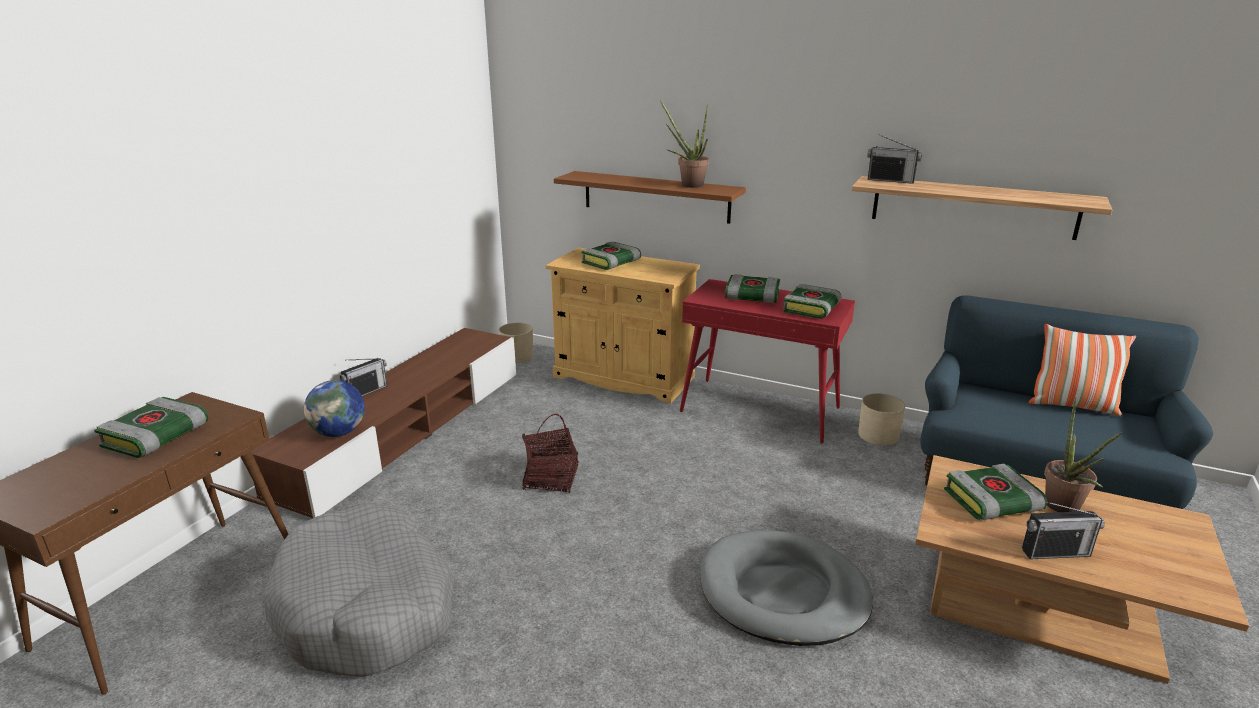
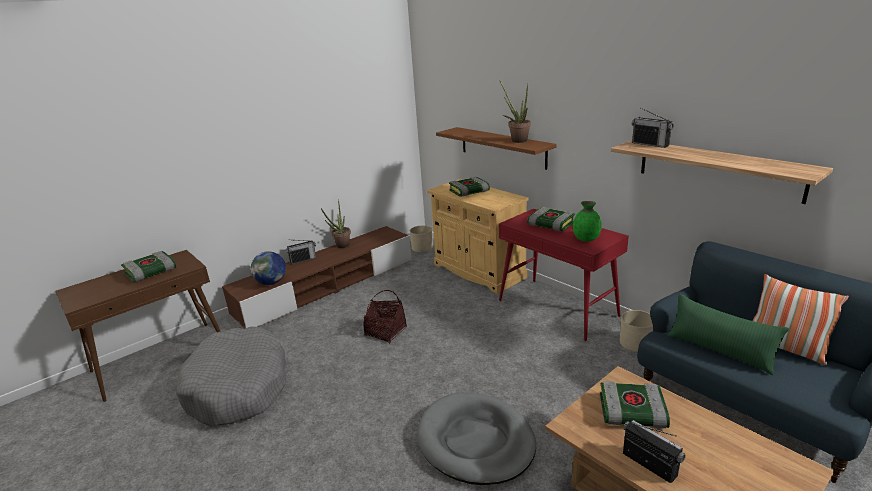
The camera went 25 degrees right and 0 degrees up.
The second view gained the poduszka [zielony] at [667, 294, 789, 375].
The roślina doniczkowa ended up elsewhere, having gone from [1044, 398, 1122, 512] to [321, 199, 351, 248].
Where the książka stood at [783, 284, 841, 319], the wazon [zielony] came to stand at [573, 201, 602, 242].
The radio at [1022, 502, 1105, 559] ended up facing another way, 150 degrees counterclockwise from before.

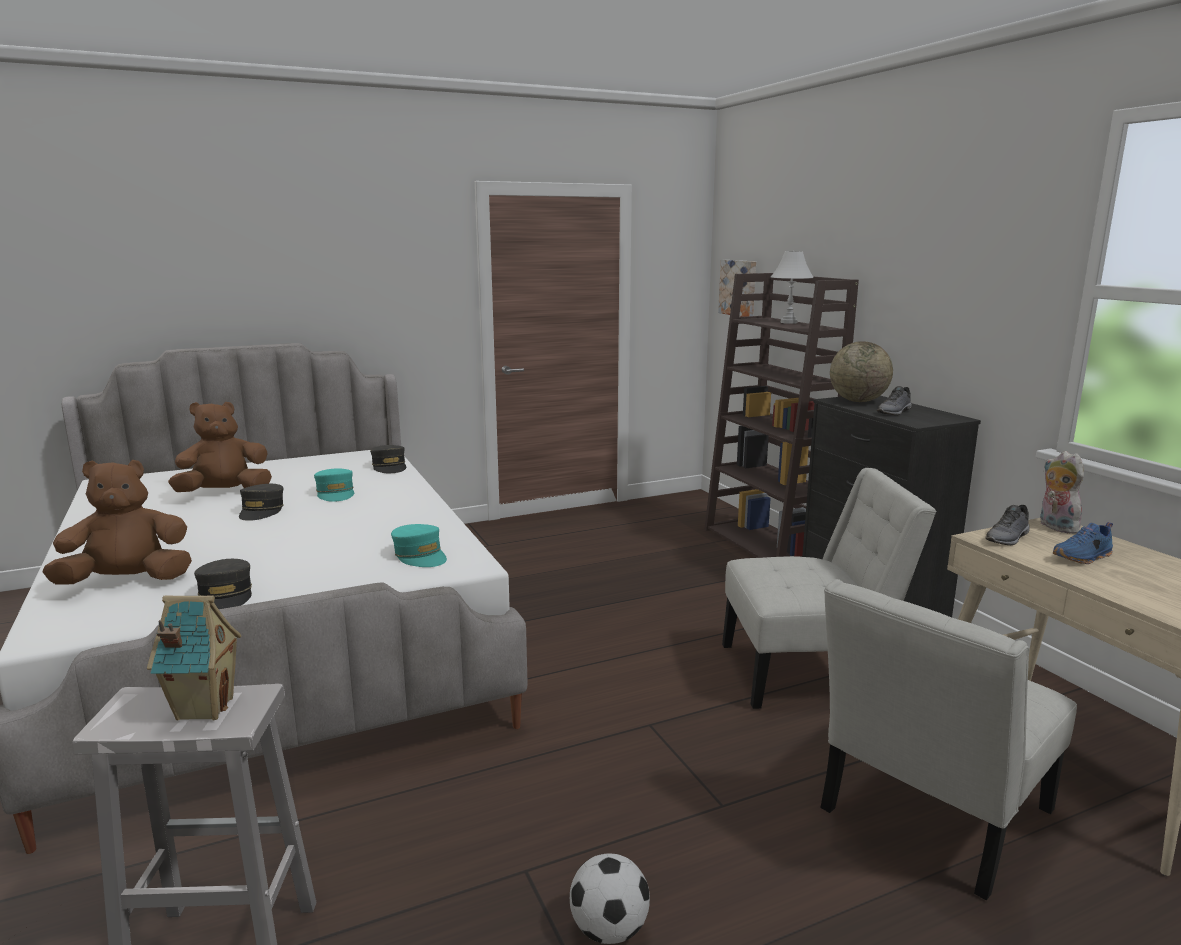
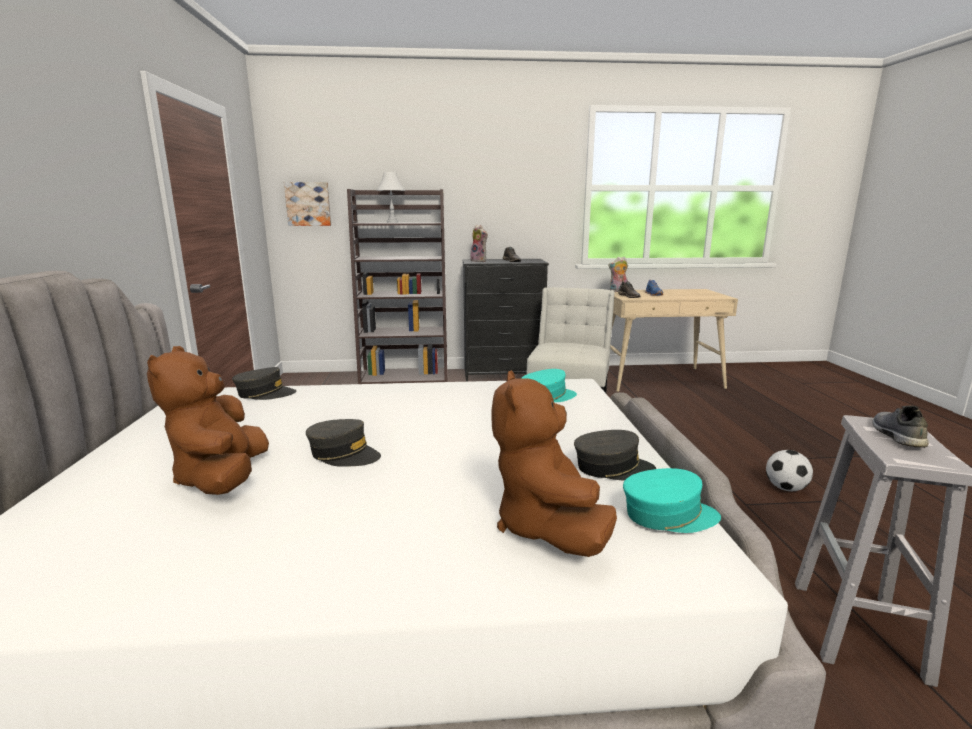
The camera went 70 degrees left and 0 degrees up.
The second view lost the krzesło [biały] at [820, 579, 1077, 901].
The czapka z daszkiem [turkusowy] ended up elsewhere, having gone from [314, 468, 354, 502] to [623, 468, 721, 533].
Where the domek stood at [147, 595, 241, 721], the but [szary] came to stand at [872, 405, 929, 448].
Where the globus stood at [830, 341, 893, 402], the pluszak came to stand at [470, 225, 488, 262].

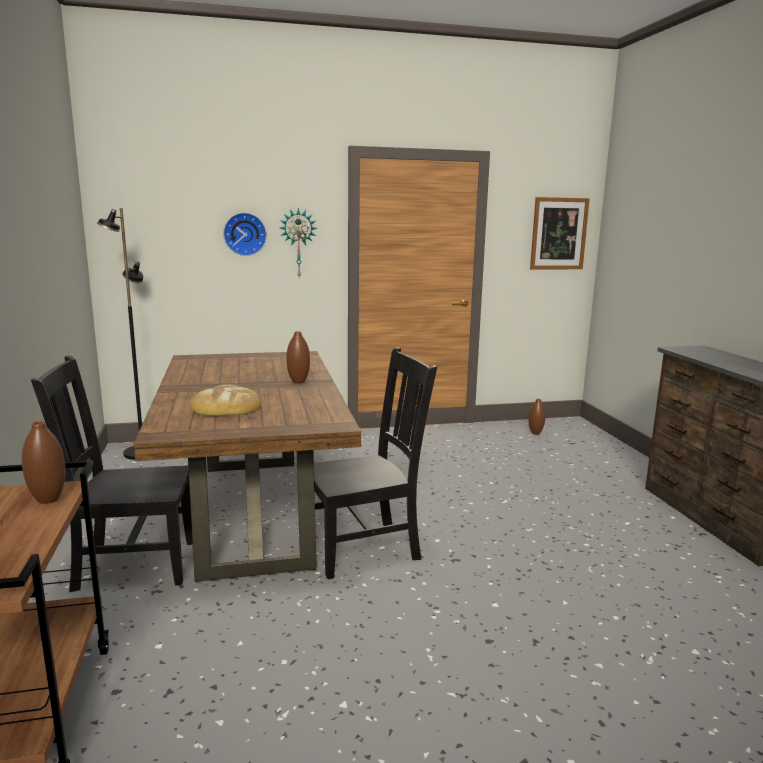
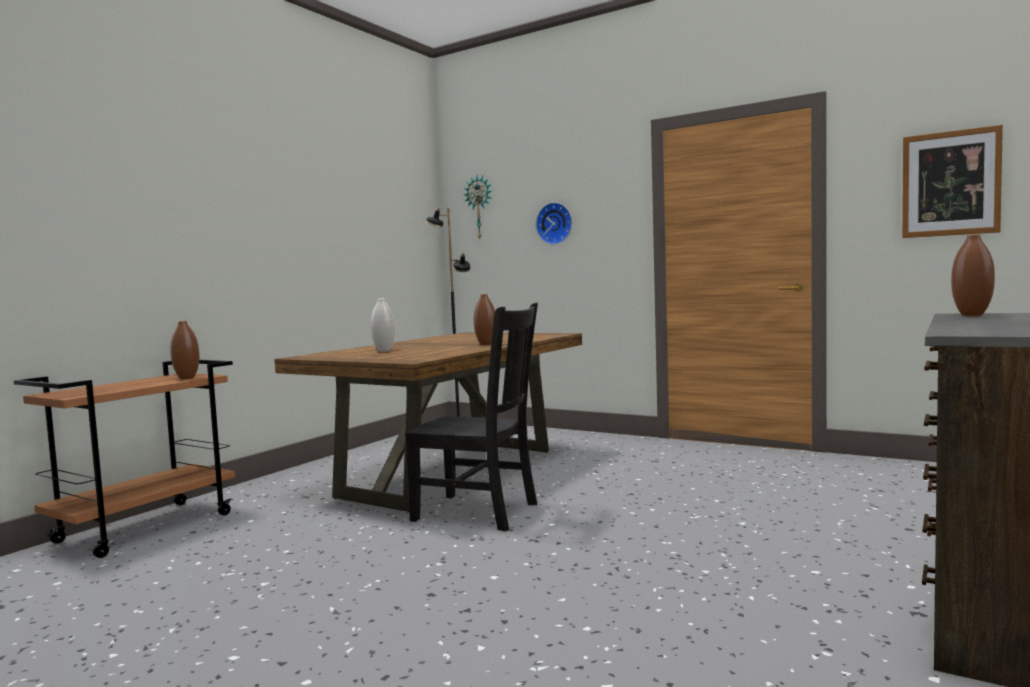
The camera went 45 degrees right and 10 degrees down.
The second view lost the krzesło [czarny] at [31, 355, 193, 592].
The zegar ścienny ended up elsewhere, having gone from [280, 208, 318, 279] to [464, 175, 492, 239].
The wazon [brązowy] ended up elsewhere, having gone from [529, 399, 546, 435] to [951, 234, 995, 316].
Where the chleb stood at [190, 384, 262, 416], the wazon [biały] came to stand at [371, 298, 395, 352].

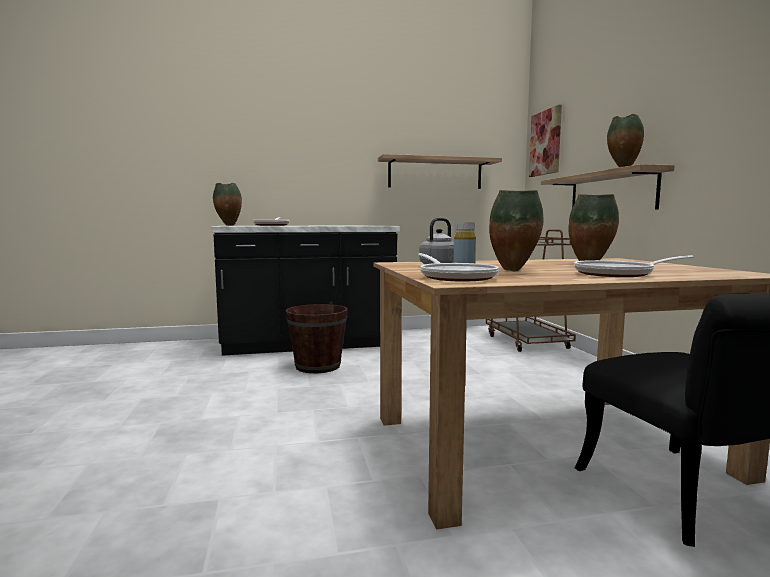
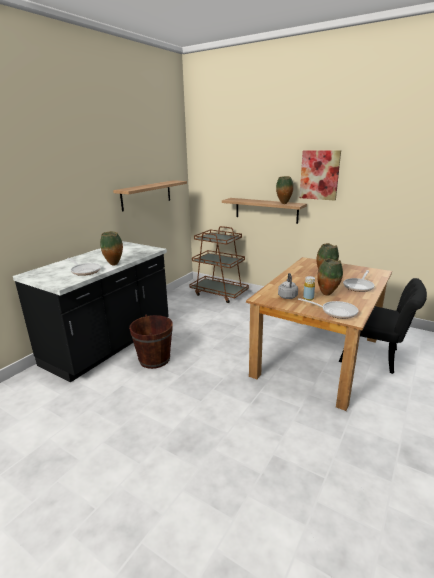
The camera went 45 degrees left and 15 degrees up.
The wazon ended up elsewhere, having gone from [213, 183, 242, 226] to [100, 231, 123, 266].
The obraz ended up elsewhere, having gone from [529, 105, 562, 177] to [299, 150, 341, 201].

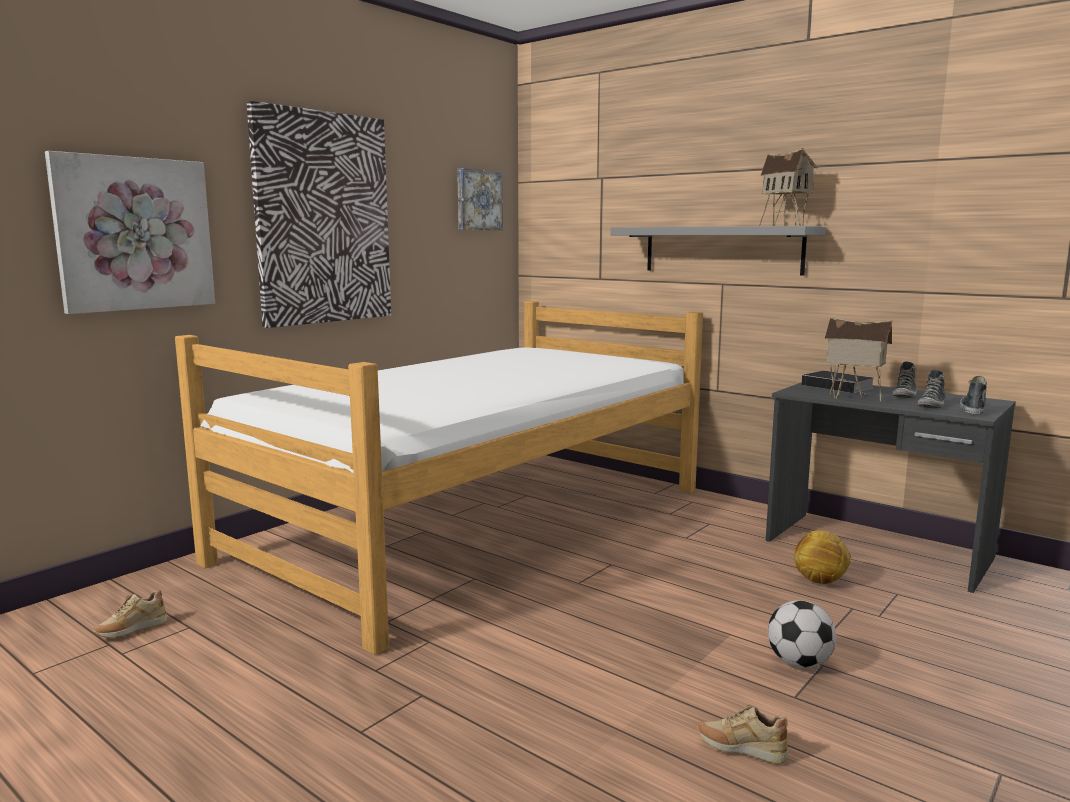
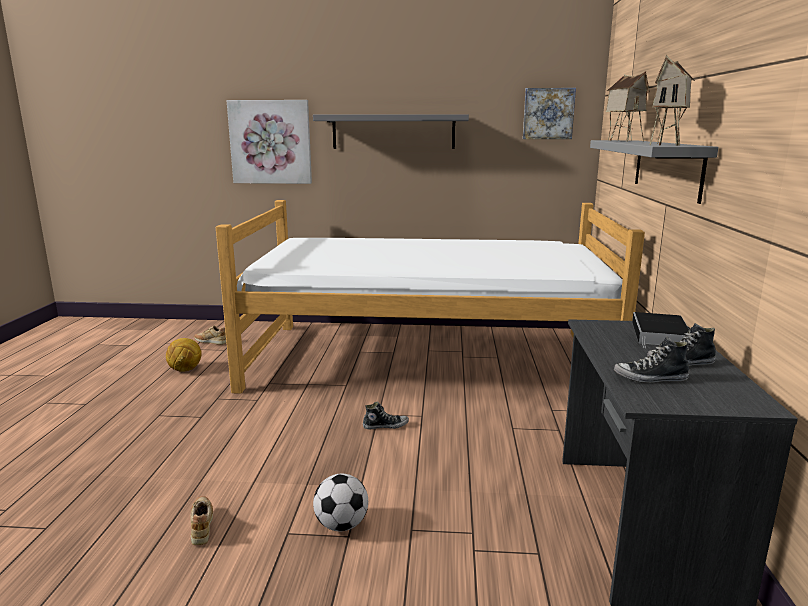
The camera went 55 degrees right and 5 degrees up.
The piłka futbolowa ended up elsewhere, having gone from [794, 530, 851, 584] to [166, 338, 202, 372].
The domek ended up elsewhere, having gone from [825, 317, 893, 402] to [606, 71, 650, 141].
The but ended up elsewhere, having gone from [960, 376, 987, 415] to [363, 402, 409, 429].
Where the obraz hung at [247, 101, 391, 328], the półka [szary] came to hang at [313, 114, 469, 149].

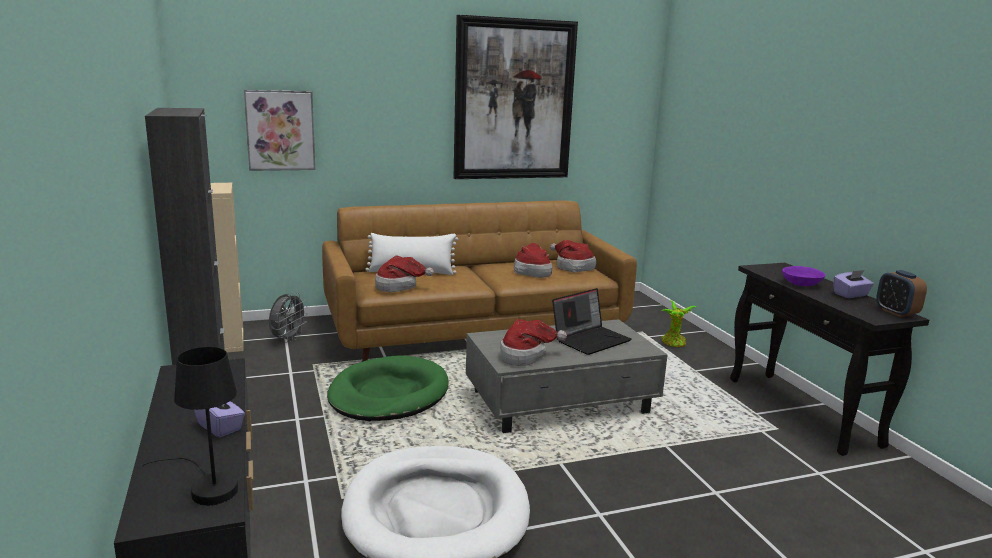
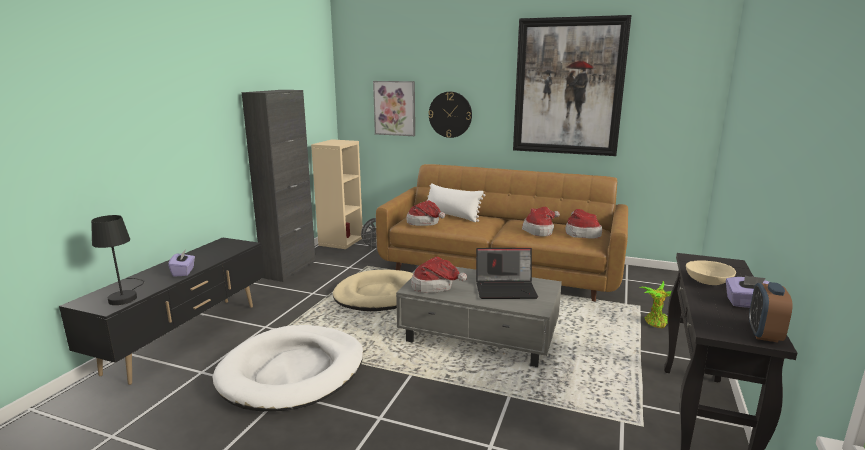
The camera went 40 degrees right and 0 degrees up.
The second view gained the zegar ścienny at [428, 92, 472, 138].
What was the legowisko [zielony] at [327, 355, 449, 421] turned into the legowisko [beżowy] at [333, 270, 413, 311].
What was the miska [fioletowy] at [782, 266, 825, 286] turned into the miska [beżowy] at [686, 260, 736, 285].

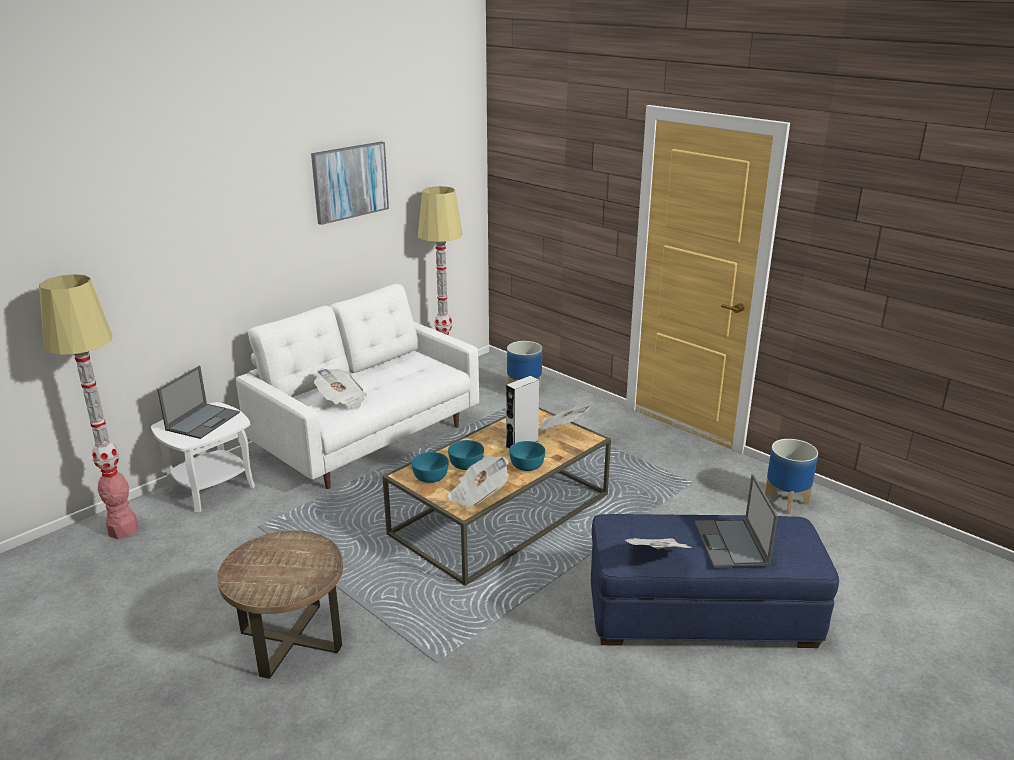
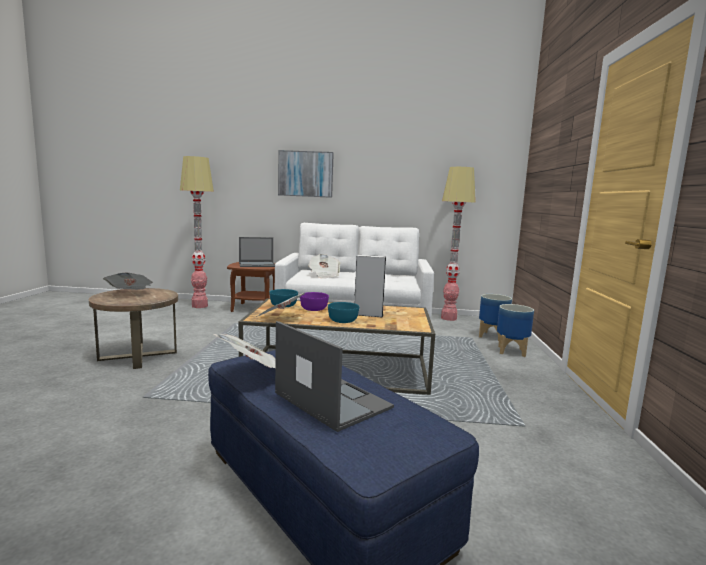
The camera went 50 degrees right and 15 degrees down.
The obraz ended up elsewhere, having gone from [311, 141, 389, 225] to [278, 150, 334, 198].
The gazeta ended up elsewhere, having gone from [539, 403, 590, 431] to [103, 273, 152, 290].
The donica ended up elsewhere, having gone from [765, 439, 818, 515] to [497, 304, 534, 357].
What was the stolik [biały] at [151, 402, 255, 513] turned into the stolik [brązowy] at [227, 262, 276, 312].
What was the miska [turkusowy] at [448, 440, 484, 470] turned into the miska [fioletowy] at [300, 292, 329, 311].
The laptop at [695, 474, 778, 568] ended up facing another way, 90 degrees clockwise from before.

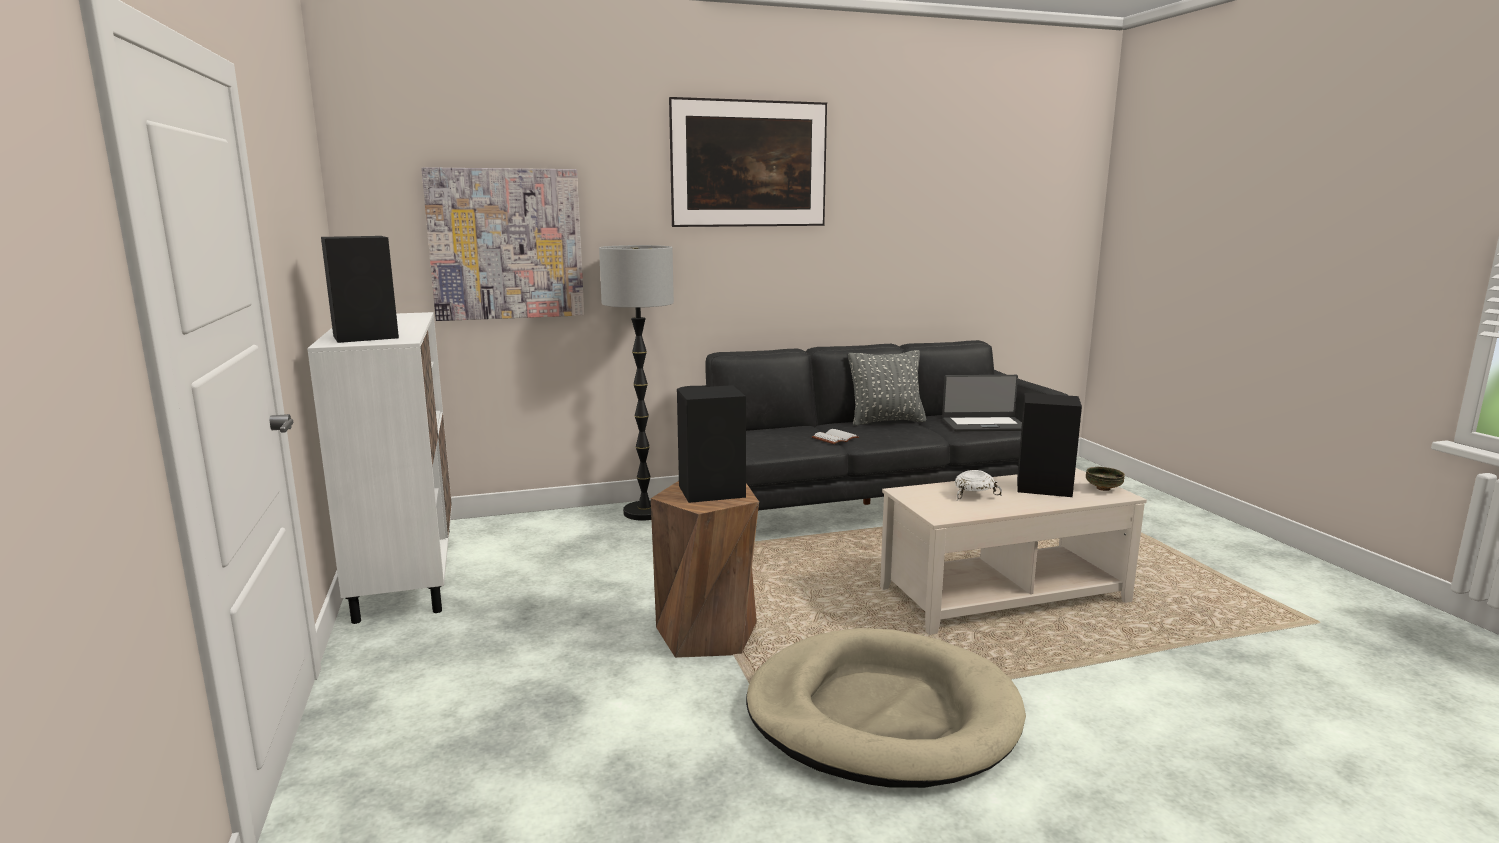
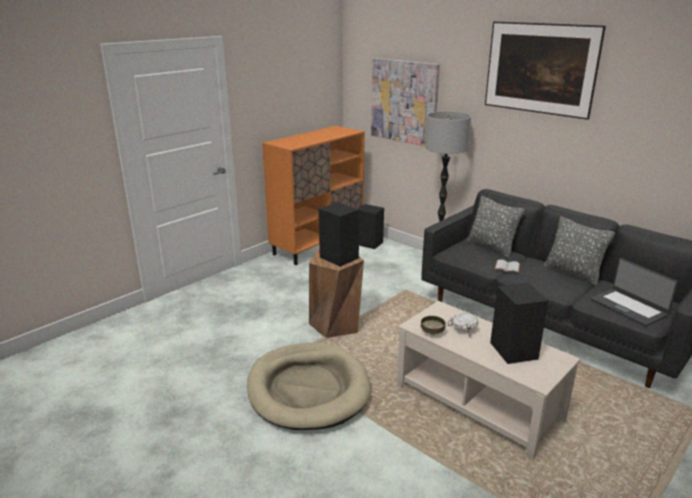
The camera went 60 degrees right and 10 degrees up.
The second view gained the poduszka [szary] at [467, 196, 525, 258].
The głośnik [czarny] ended up elsewhere, having gone from [321, 236, 399, 343] to [358, 204, 384, 249].
The miska ended up elsewhere, having gone from [1086, 467, 1125, 491] to [421, 316, 446, 335].
What was the szafka [biały] at [307, 312, 452, 624] turned into the szafka [pomarańczowy] at [262, 126, 365, 265].

